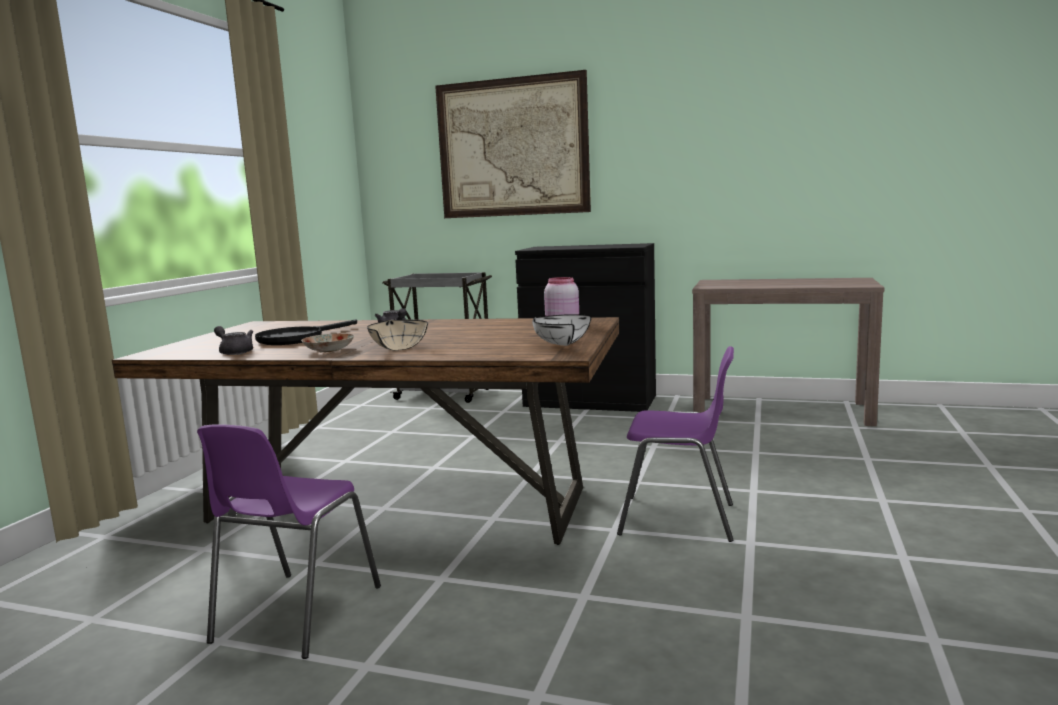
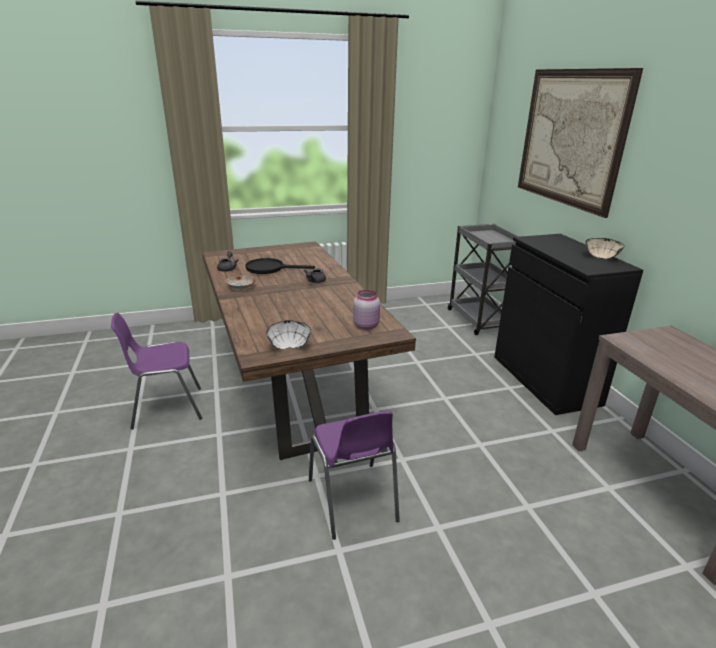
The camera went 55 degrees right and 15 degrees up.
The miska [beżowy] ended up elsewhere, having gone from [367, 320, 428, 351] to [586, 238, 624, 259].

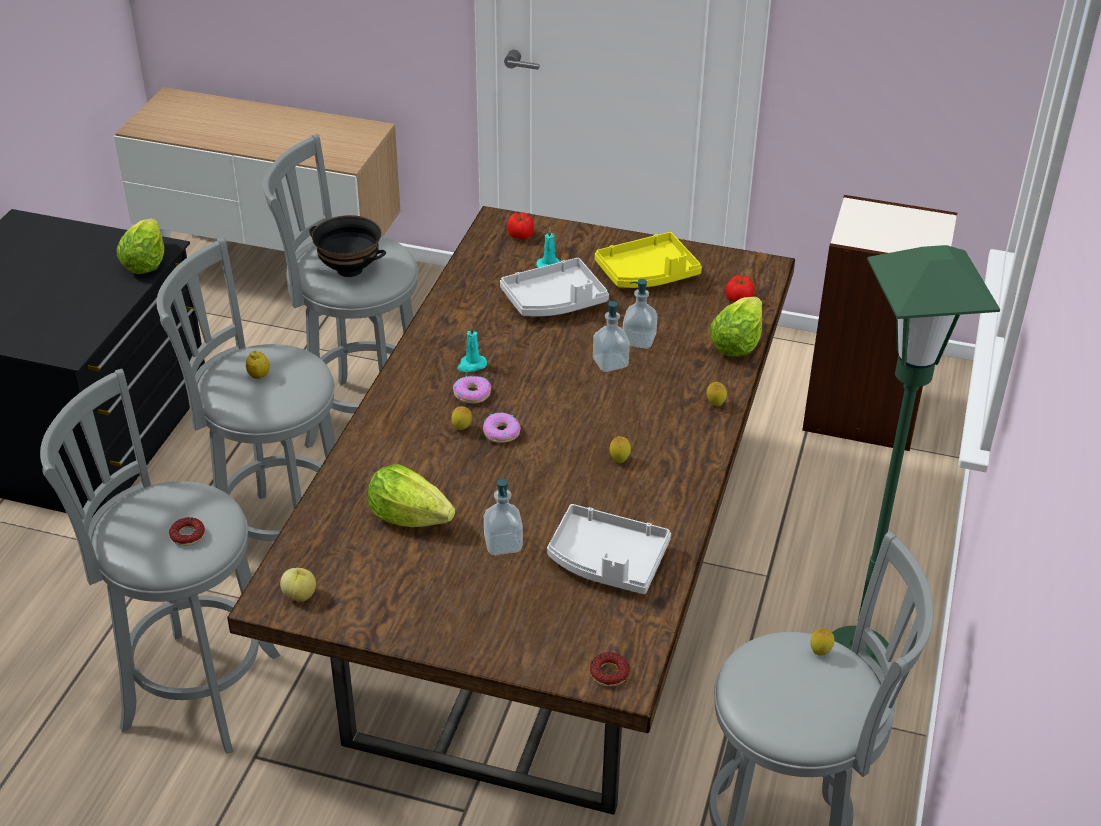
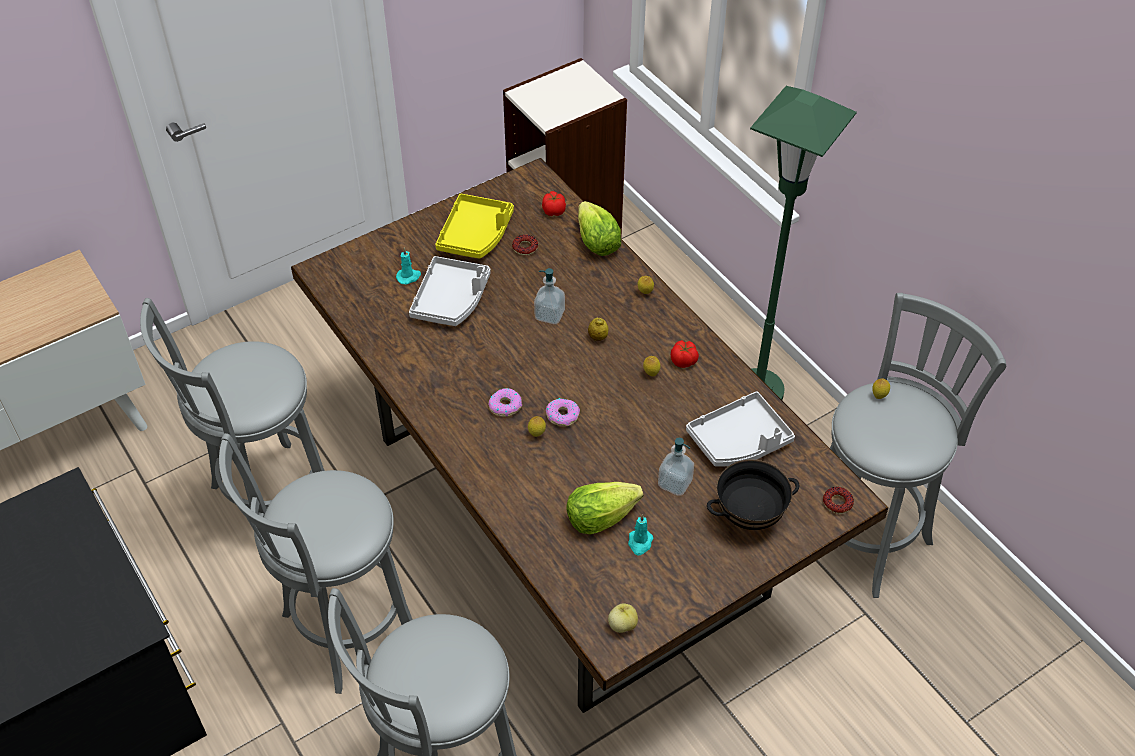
The camera went 50 degrees left and 10 degrees up.
The second view lost the sałata at [117, 219, 164, 274].
The second view lost the dozownik mydła at [623, 279, 657, 349].
The donut ended up elsewhere, having gone from [169, 517, 205, 546] to [512, 234, 538, 255].
The cytryna ended up elsewhere, having gone from [246, 351, 270, 379] to [588, 318, 609, 341].
The miska [czarny] ended up elsewhere, having gone from [309, 215, 386, 277] to [707, 460, 800, 530].
The świeca [turkusowy] ended up elsewhere, having gone from [457, 325, 487, 372] to [628, 514, 653, 555].
The pomidor ended up elsewhere, having gone from [507, 212, 534, 240] to [671, 340, 699, 368].

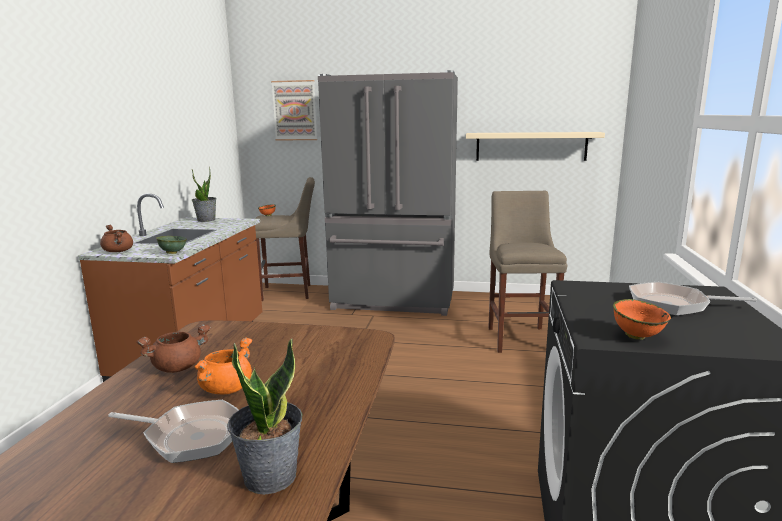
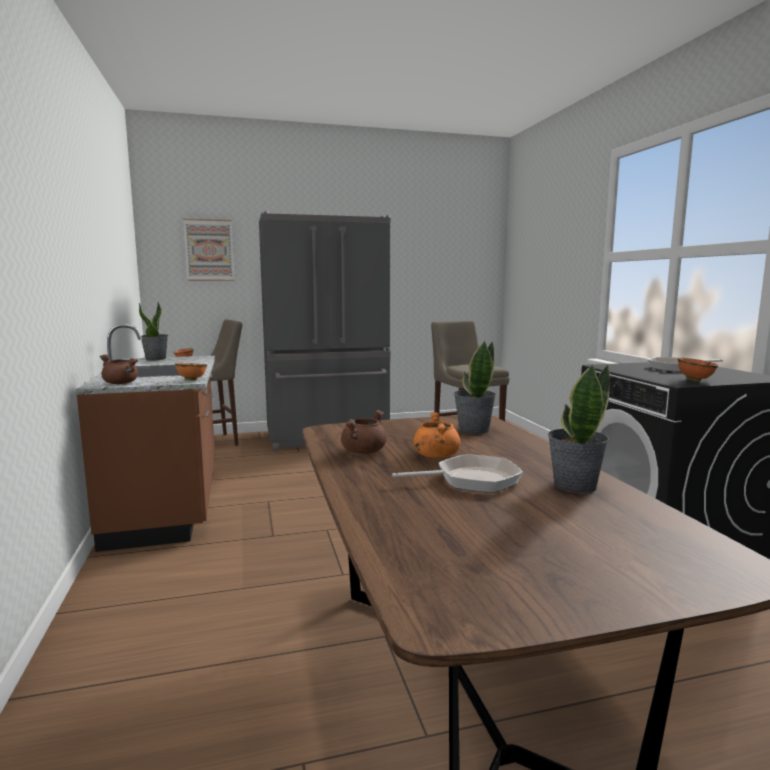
The camera went 25 degrees left and 5 degrees down.
The second view lost the półka [beżowy] at [466, 132, 605, 161].
The second view gained the roślina doniczkowa at [454, 341, 496, 434].
What was the miska [zielony] at [156, 236, 187, 254] turned into the miska [pomarańczowy] at [175, 363, 208, 381].

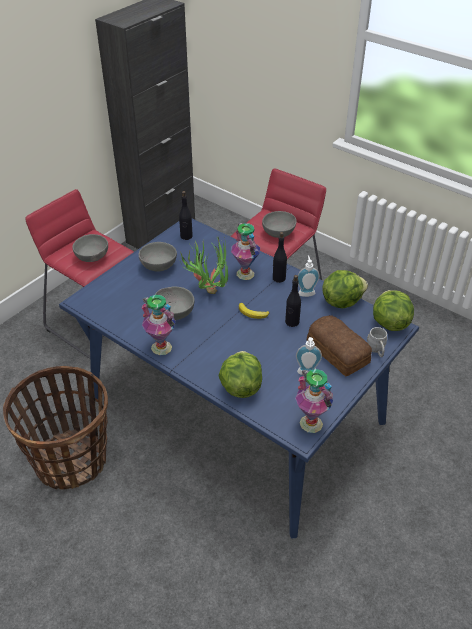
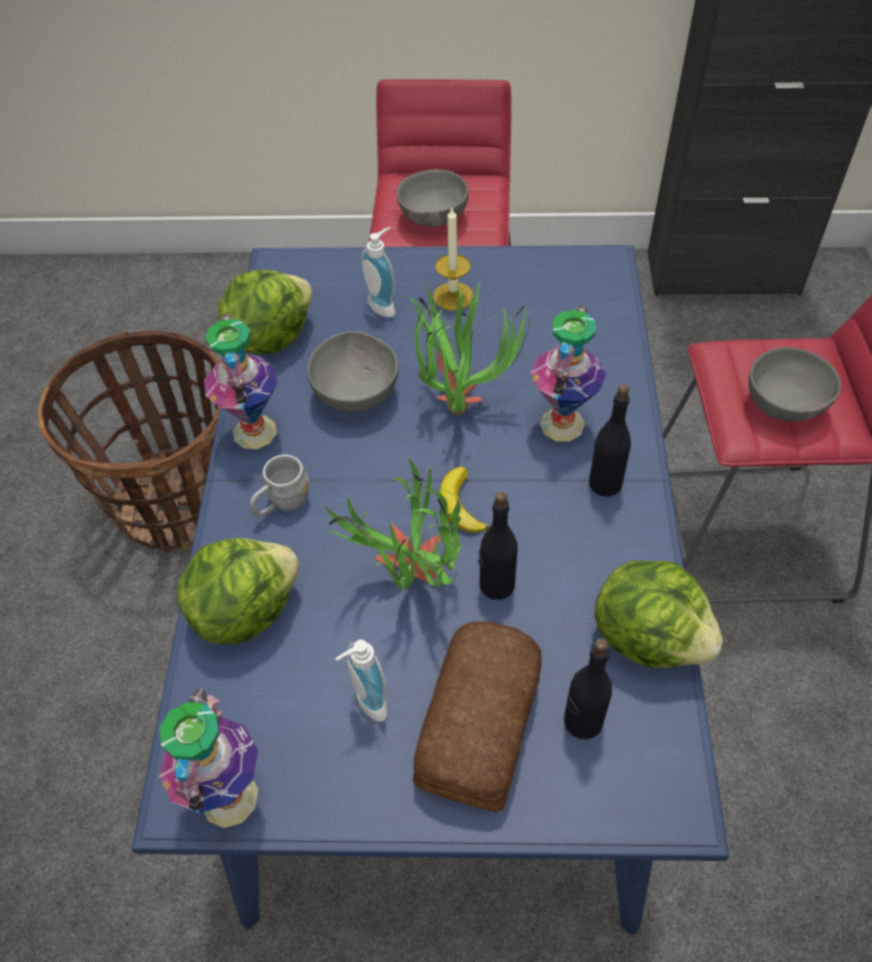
The camera went 55 degrees right and 10 degrees up.
The second view gained the roślina doniczkowa at [325, 459, 467, 590].
The butelka [czarny] ended up elsewhere, having gone from [179, 191, 193, 240] to [564, 638, 612, 739].
The dozownik mydła ended up elsewhere, having gone from [298, 255, 320, 297] to [362, 227, 395, 318].
The kubek [szary] ended up elsewhere, having gone from [367, 327, 387, 357] to [250, 455, 309, 517].
The sałata ended up elsewhere, having gone from [373, 290, 414, 331] to [218, 270, 312, 354].
Where the miska [szary] stood at [139, 242, 177, 272], the świeca came to stand at [433, 208, 474, 311].

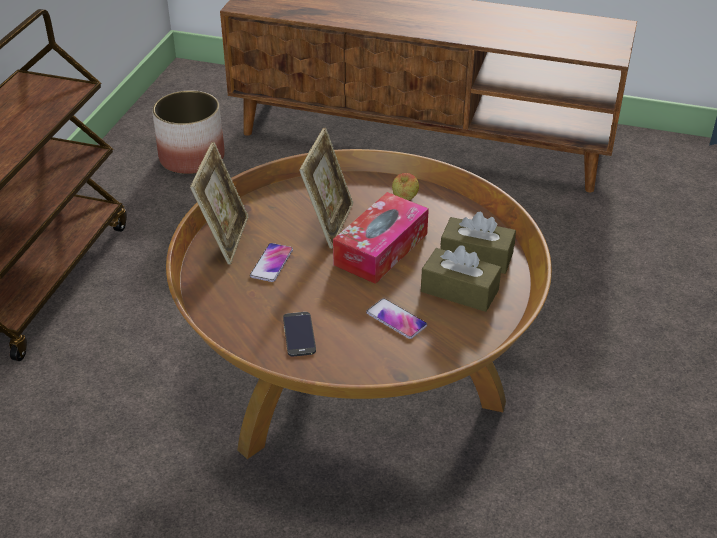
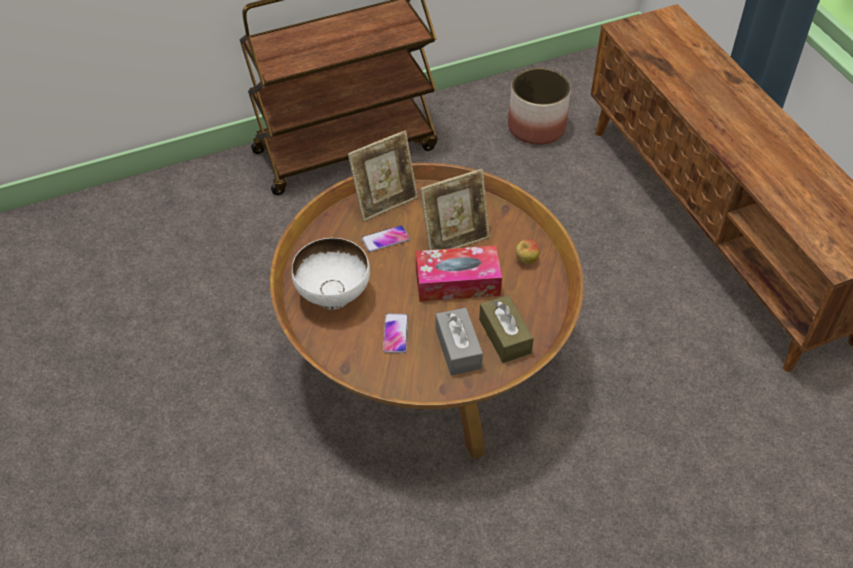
The camera went 50 degrees right and 10 degrees up.
Where the telefon stood at [283, 312, 316, 356], the miska [biały] came to stand at [292, 238, 370, 310].
What was the pudełko chusteczek [brązowy] at [421, 245, 502, 312] turned into the pudełko chusteczek [szary] at [436, 308, 483, 375].

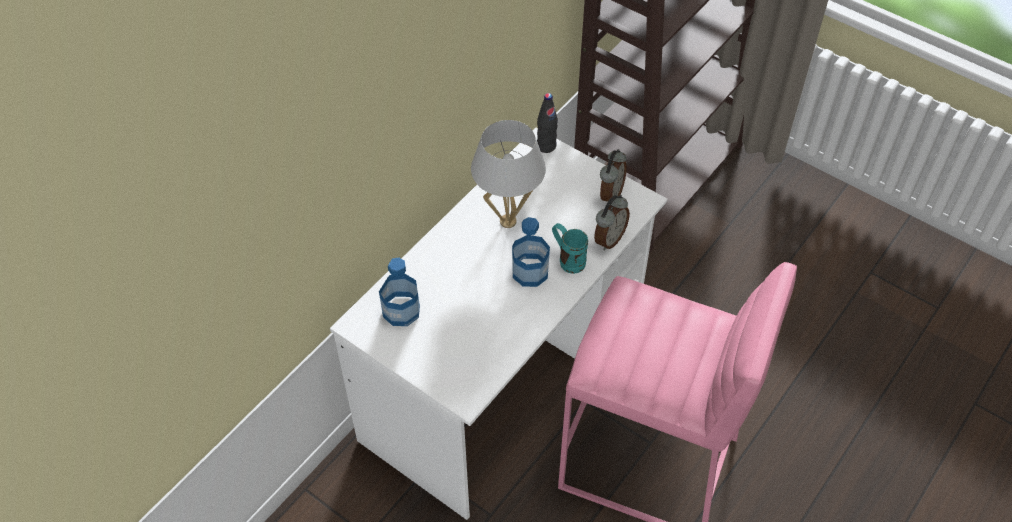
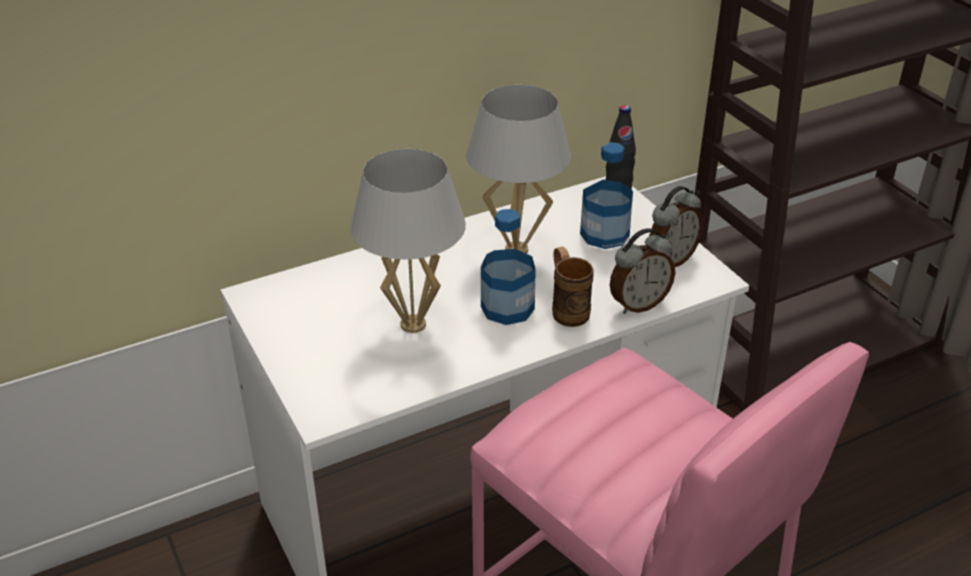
The camera went 25 degrees right and 15 degrees down.
The second view gained the lampa stołowa [biały] at [350, 149, 466, 333].
The butelka ended up elsewhere, having gone from [379, 258, 420, 326] to [580, 142, 633, 249].
What was the kubek [turkusowy] at [552, 223, 588, 274] turned into the kubek [brązowy] at [552, 246, 594, 327].

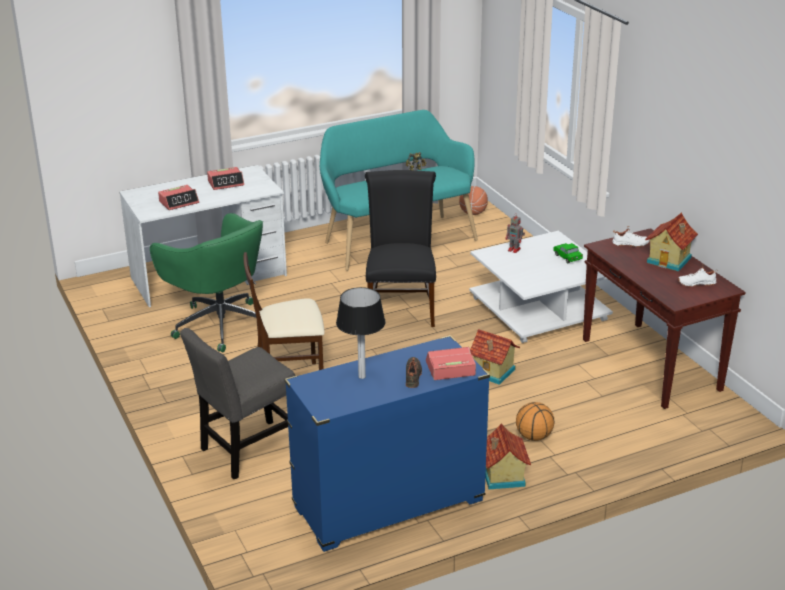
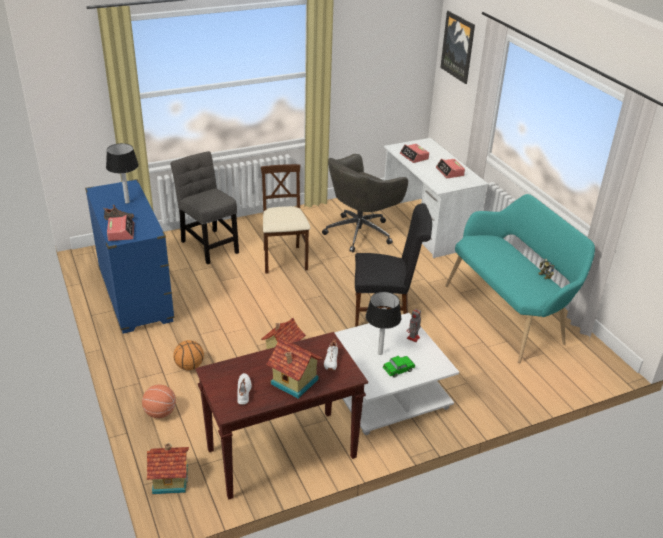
The camera went 90 degrees right and 5 degrees up.
The second view gained the lampa stołowa at [365, 292, 401, 355].
The second view gained the obraz at [440, 11, 475, 84].
The piłka do koszykówki ended up elsewhere, having gone from [459, 186, 488, 215] to [142, 385, 176, 418].
The domek ended up elsewhere, having gone from [485, 423, 531, 489] to [147, 443, 189, 494].
What was the krzesło biurowe [zielony] at [150, 213, 263, 352] turned into the krzesło biurowe [szary] at [322, 154, 408, 252].

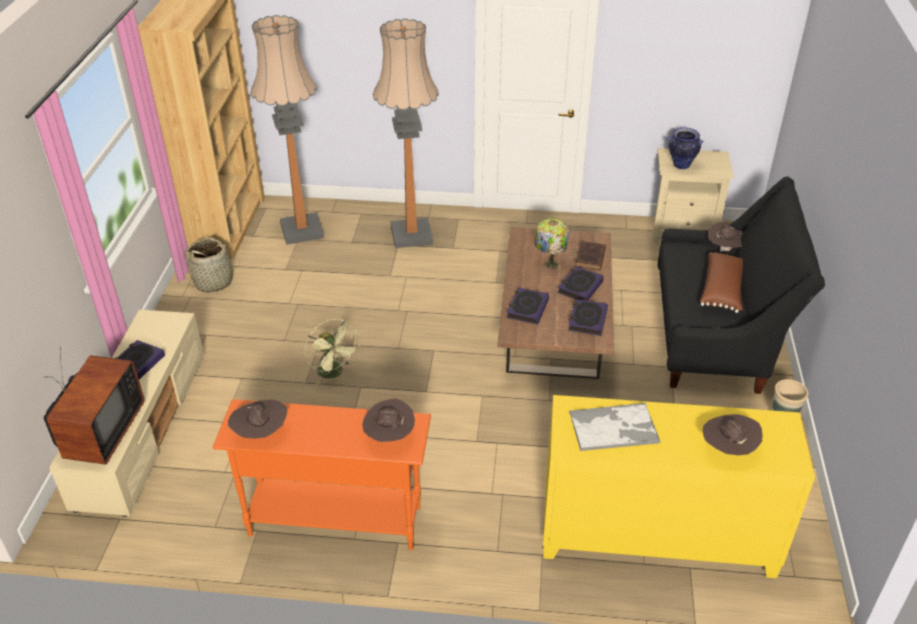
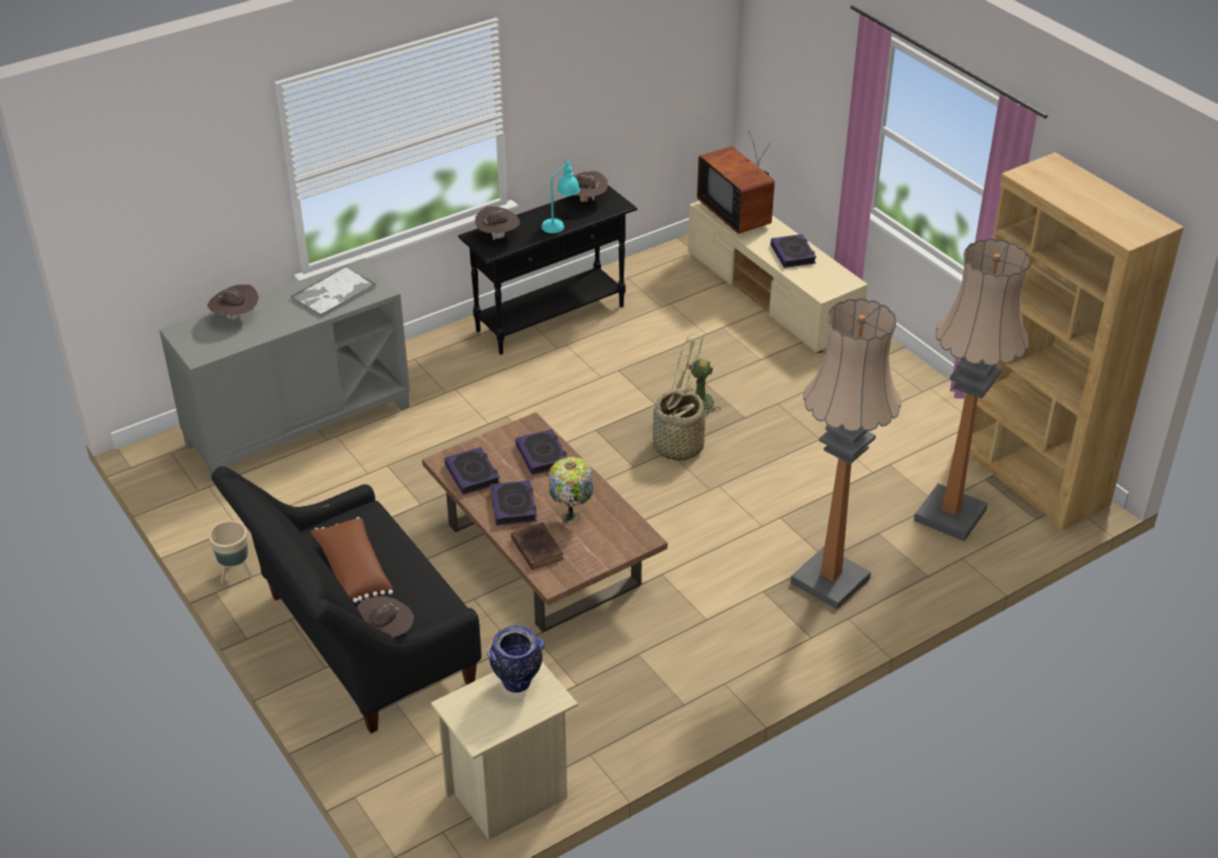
The camera went 140 degrees right and 0 degrees up.
The second view gained the lampa stołowa [turkusowy] at [541, 160, 580, 233].
The koszyk ended up elsewhere, having gone from [185, 237, 238, 293] to [653, 388, 705, 461].
What was the stolik konsolowy [pomarańczowy] at [212, 399, 431, 550] turned into the stolik konsolowy [czarny] at [458, 185, 638, 354].
What was the szafka [żółty] at [543, 395, 815, 578] turned into the szafka [szary] at [159, 258, 410, 481].

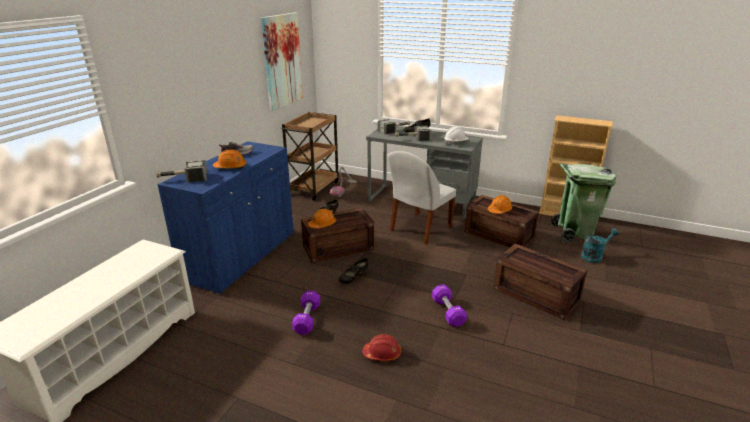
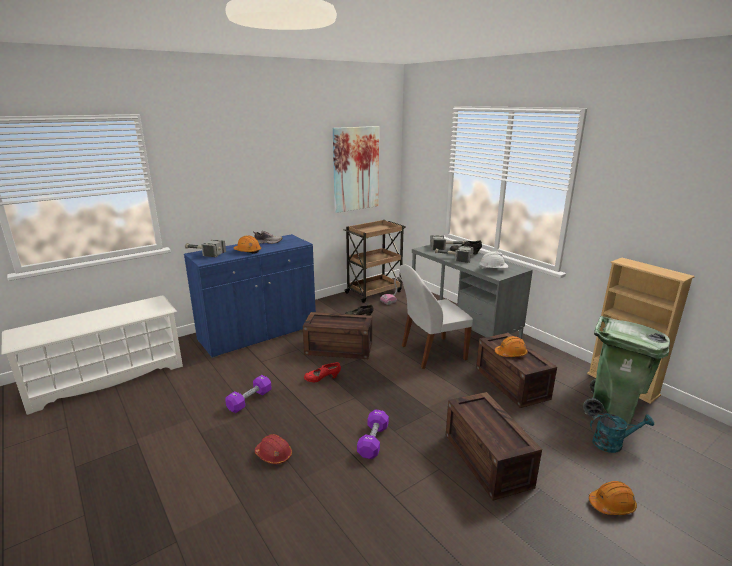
The camera went 30 degrees right and 5 degrees down.
The kask [pomarańczowy] ended up elsewhere, having gone from [308, 209, 336, 229] to [589, 481, 637, 515].
What was the but [czarny] at [338, 258, 368, 284] turned into the but [czerwony] at [304, 362, 341, 382].

